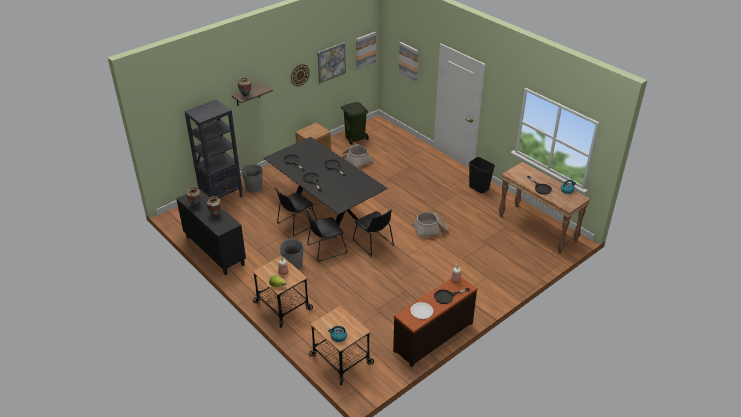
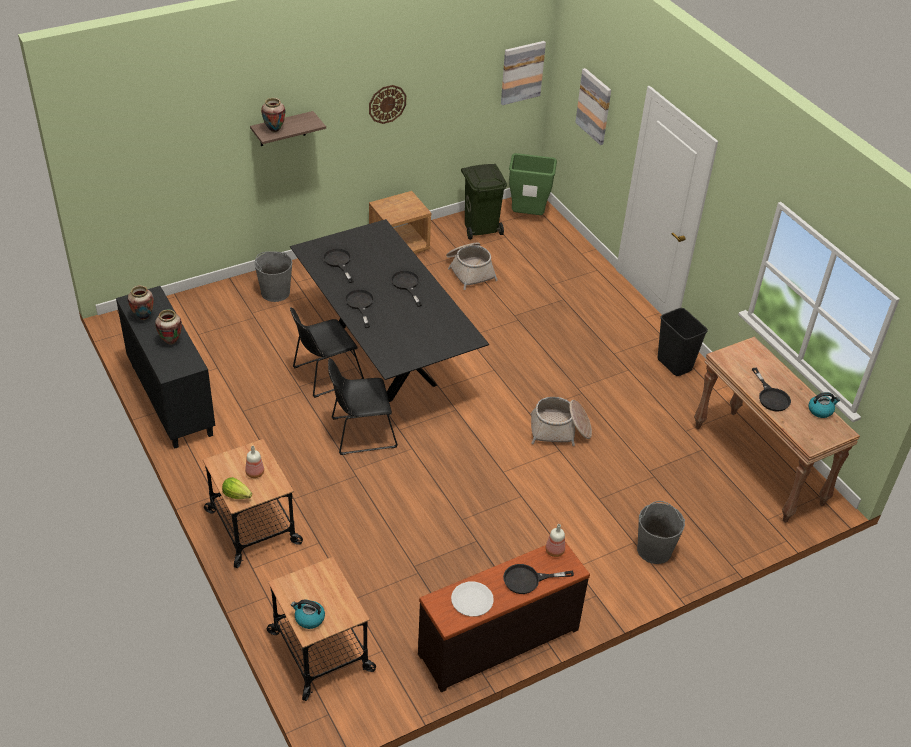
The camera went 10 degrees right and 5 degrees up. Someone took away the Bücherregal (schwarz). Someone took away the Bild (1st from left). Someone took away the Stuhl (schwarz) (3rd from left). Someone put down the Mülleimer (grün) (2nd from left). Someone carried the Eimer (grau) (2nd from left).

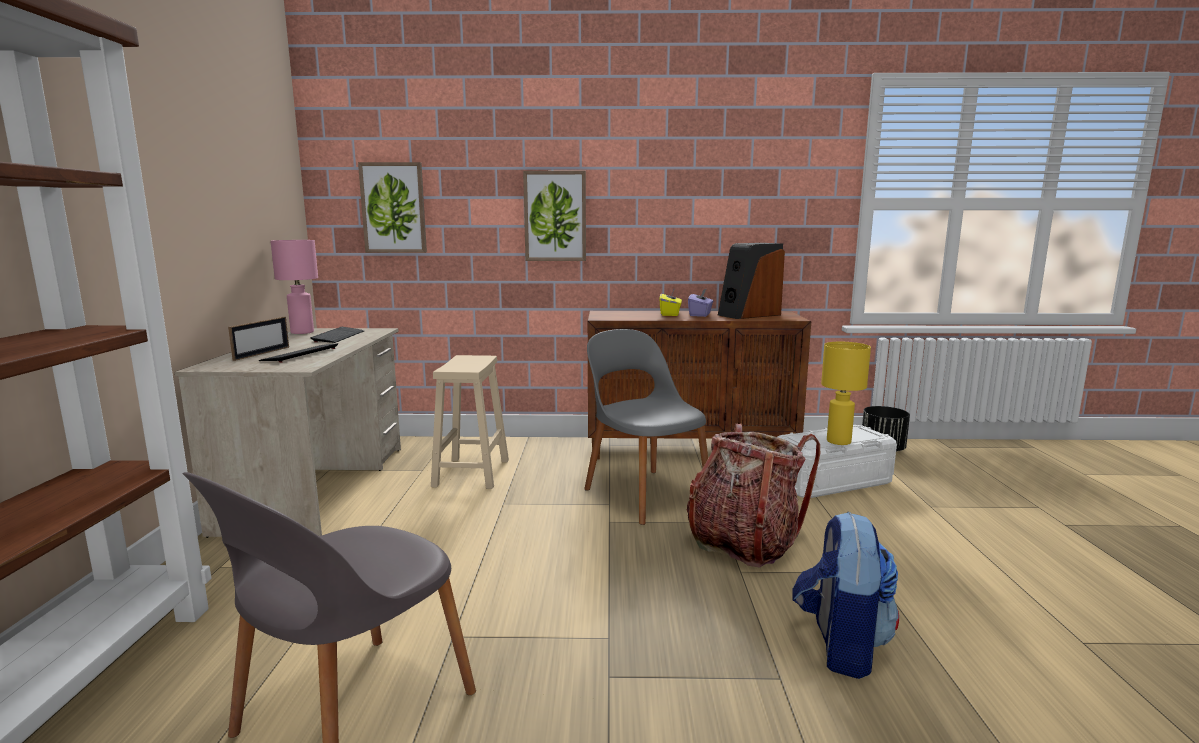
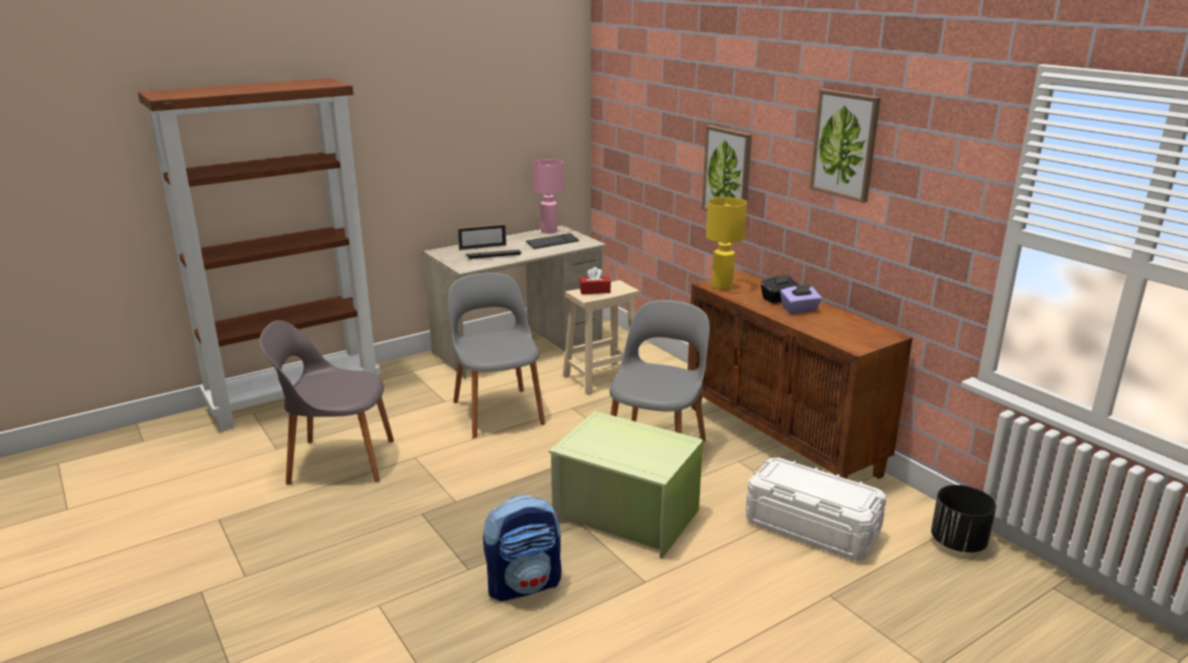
The camera went 55 degrees right and 10 degrees up. Someone took away the Lautsprecher. Someone put down the Stuhl (grau) (2nd from left). Someone put down the Taschentuchbox (rot). Someone carried the Bild (1st from left in the first image). Someone carried the Tischlampe (gelb). Someone swapped the Rucksack (1st from left) for the Aufbewahrungsbox (grün). Someone repainted the Taschentuchbox (gelb), which became the Taschentuchbox (schwarz).

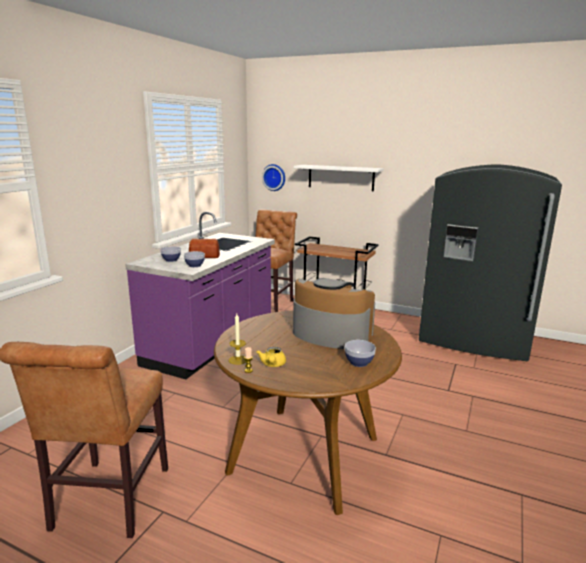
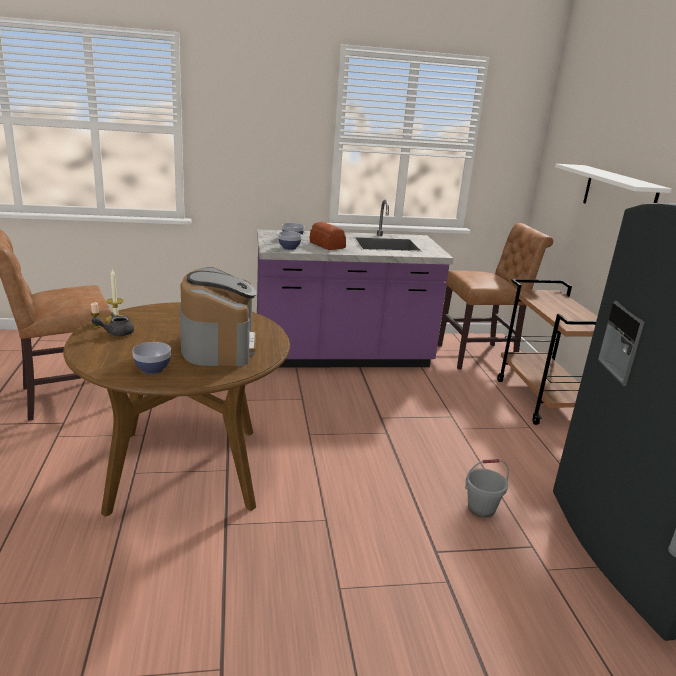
The camera went 55 degrees right and 5 degrees up. Someone took away the Wanduhr. Someone put down the Eimer (grau). Someone repainted the Teekanne (gelb), which became the Teekanne (grau).

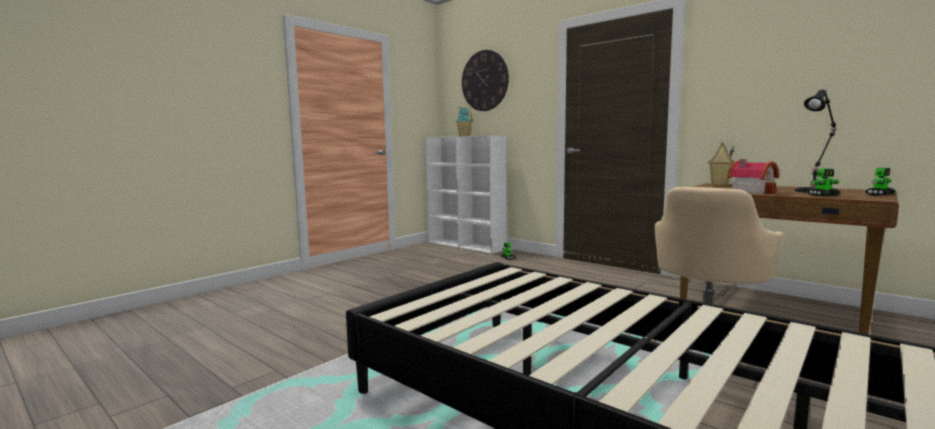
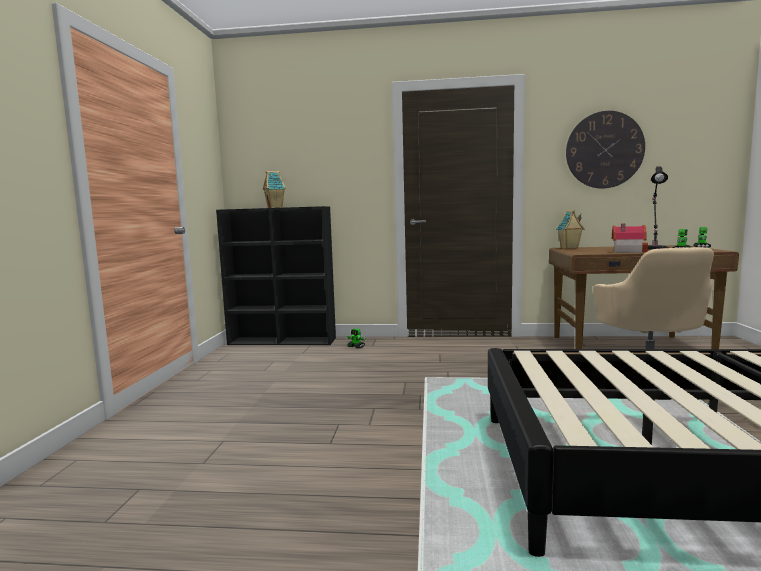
The camera went 35 degrees left and 0 degrees up. Someone carried the Wanduhr. Someone repainted the Bücherregal (weiß), which became the Bücherregal (schwarz).

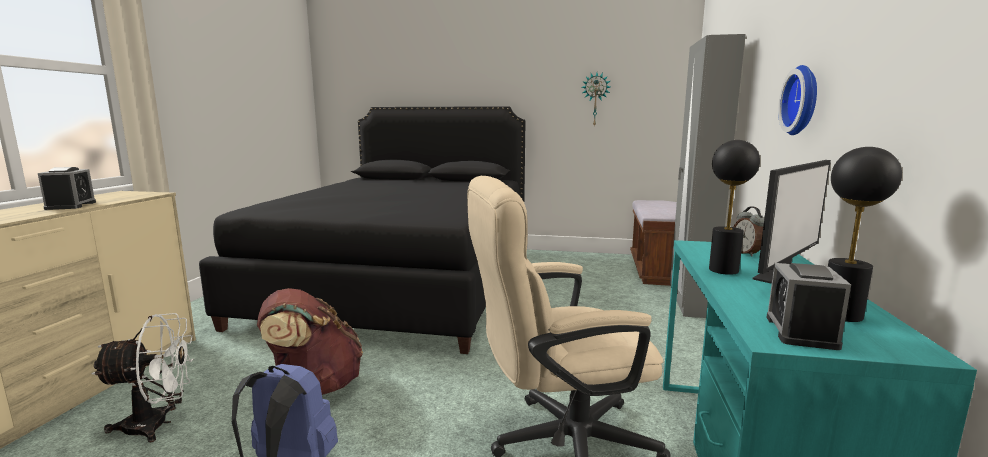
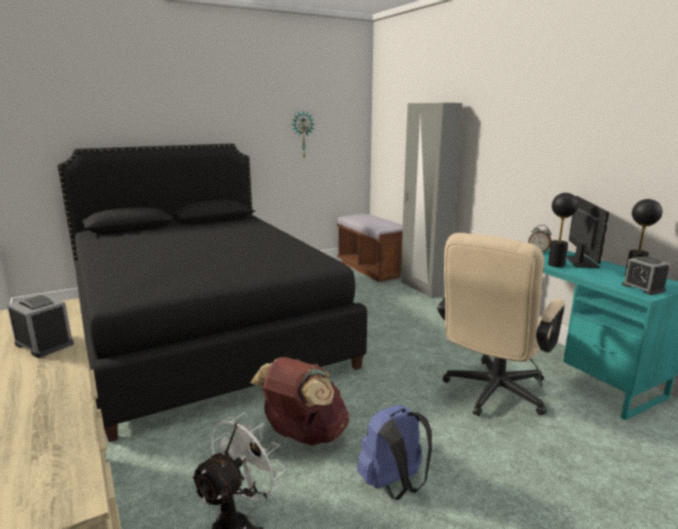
The camera went 40 degrees left and 5 degrees up. Someone took away the Wanduhr (2nd from left).

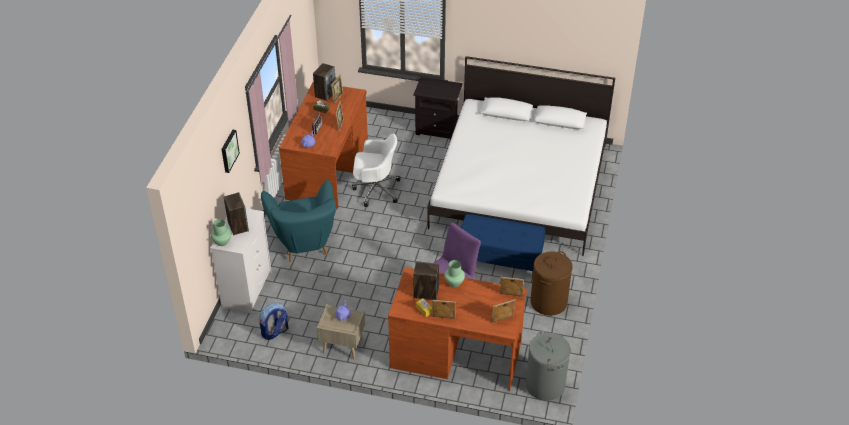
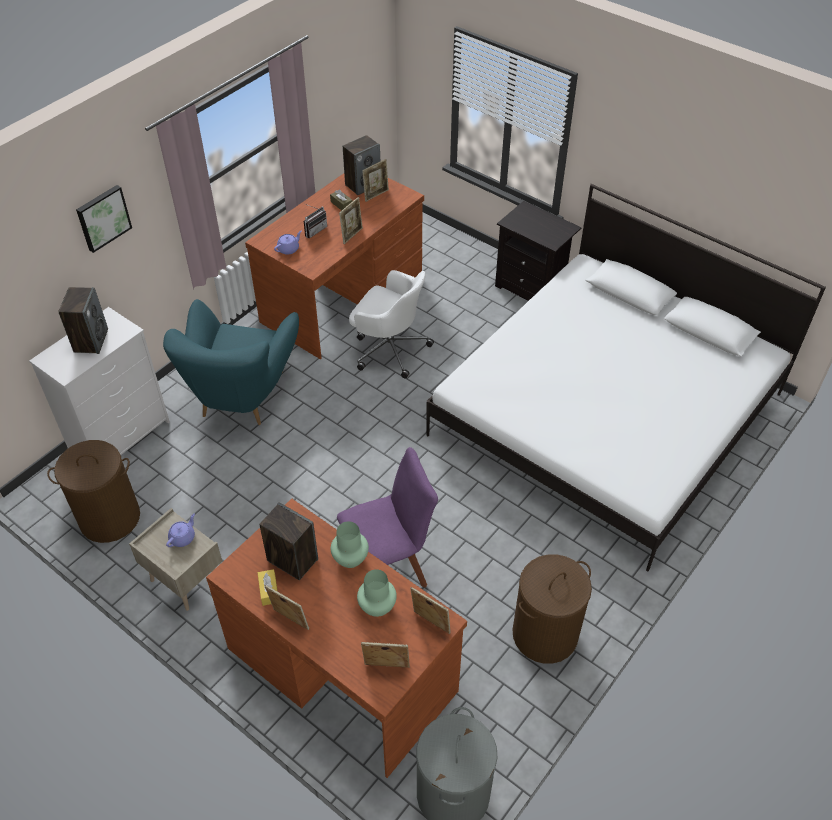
The camera went 25 degrees right and 5 degrees up. Someone took away the Bank (blau). Someone carried the Vase (grün) (1st from left in the first image). Someone swapped the Rucksack for the Wäschekorb (braun) (1st from left).

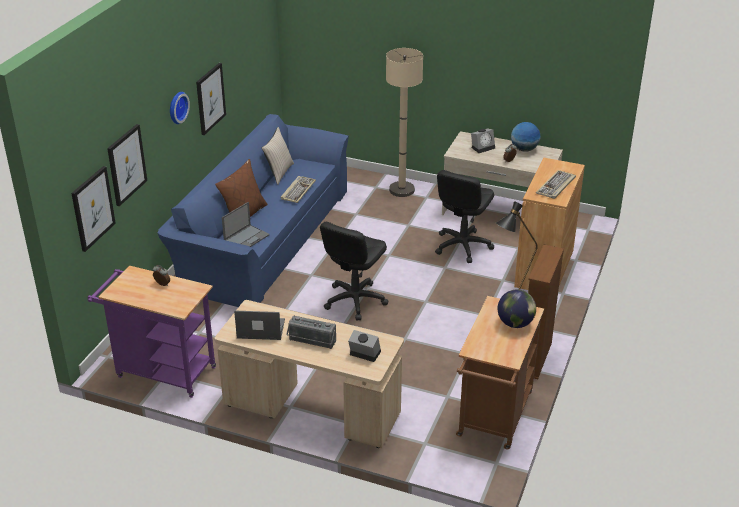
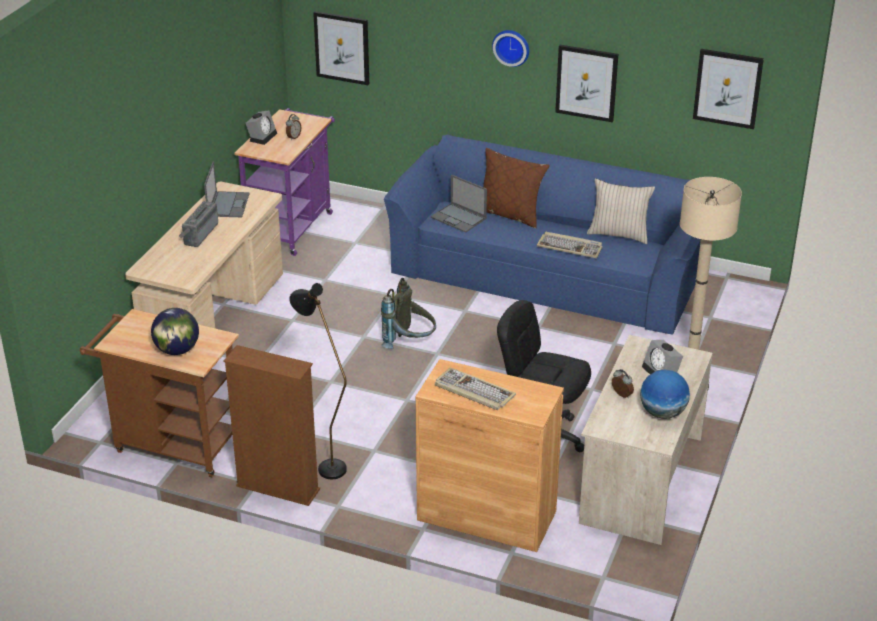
The camera went 90 degrees right and 0 degrees up. Someone carried the Bild (2nd from left in the first image). Someone carried the Wecker (2nd from left in the first image). Someone swapped the Bürostuhl (schwarz) (1st from left) for the Rucksack (grau).

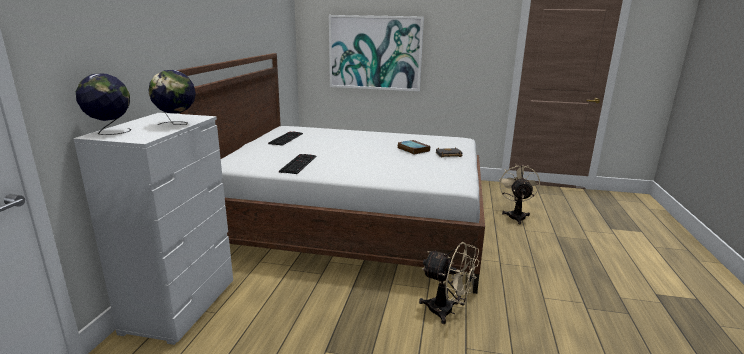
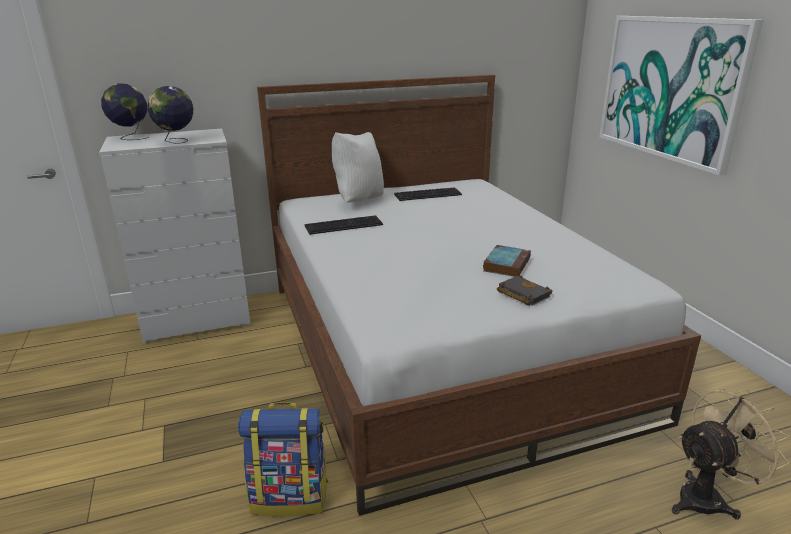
The camera went 60 degrees right and 5 degrees up. Someone put down the Kissen (weiß). Someone swapped the Ventilator (beige) (1st from left) for the Rucksack.

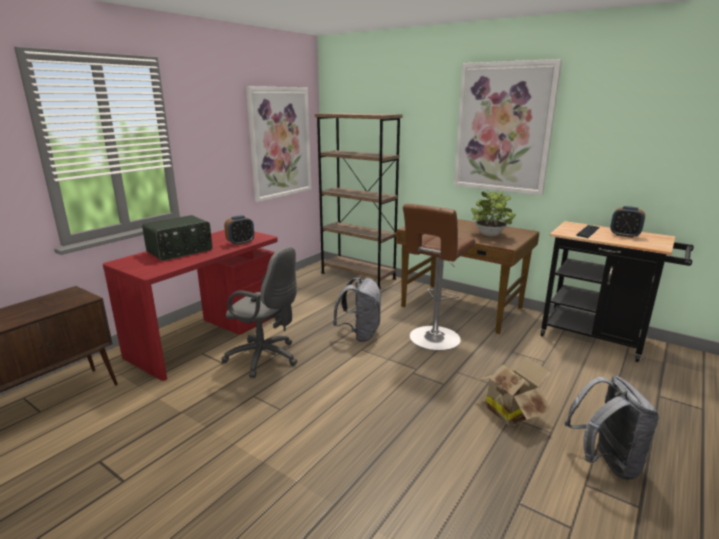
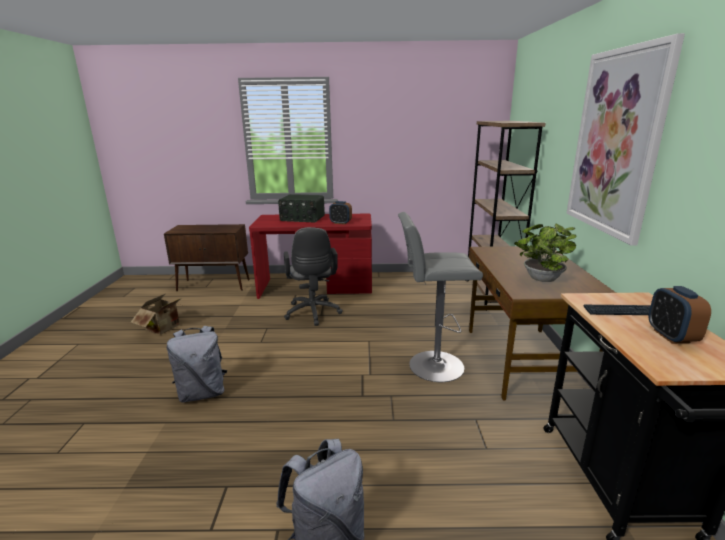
The camera went 55 degrees right and 0 degrees up. Someone took away the Bild (1st from left). Someone carried the Rucksack (grau) (1st from left). Someone carried the Karton. Someone repainted the Hocker (braun), which became the Hocker (grau).

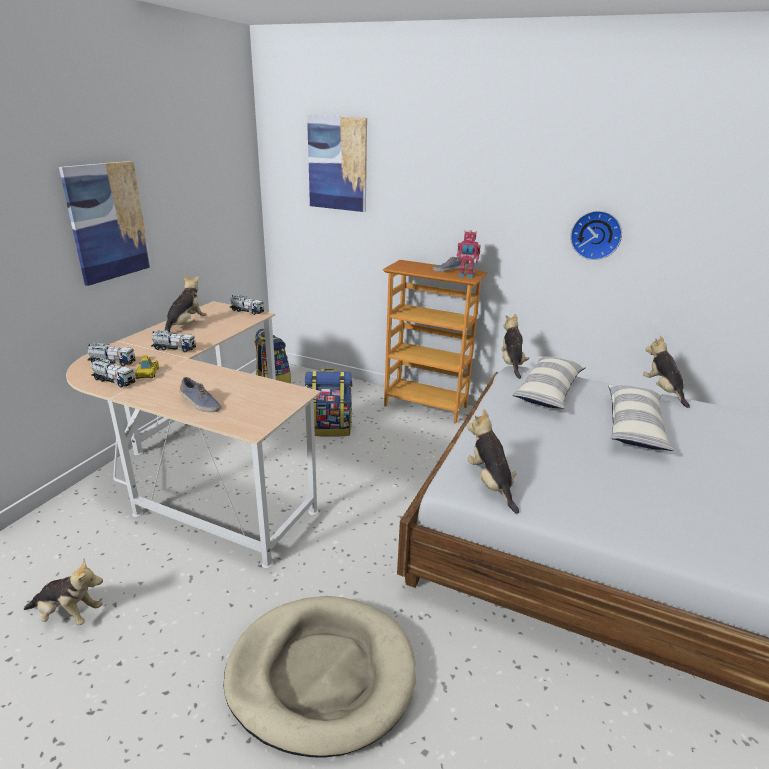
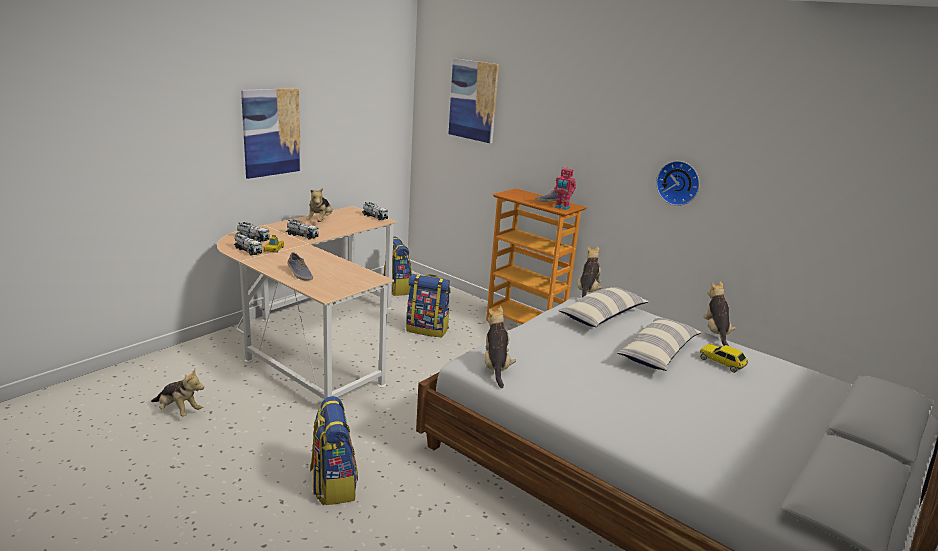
The camera went 15 degrees right and 5 degrees down. Someone put down the Spielzeugauto (2nd from left). Someone swapped the Hundebett (beige) for the Rucksack (1st from left). Someone rotated the Plüschtier (2nd from left) by 150 degrees clockwise.

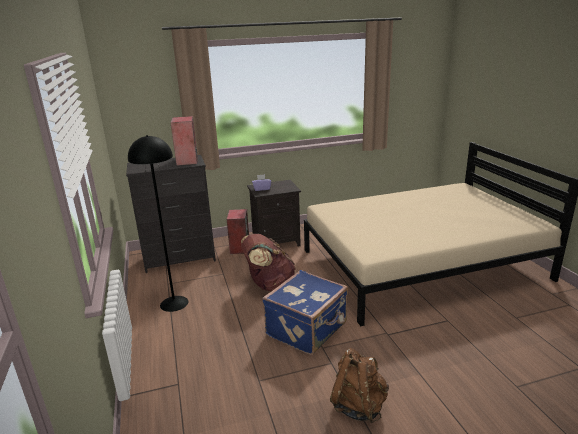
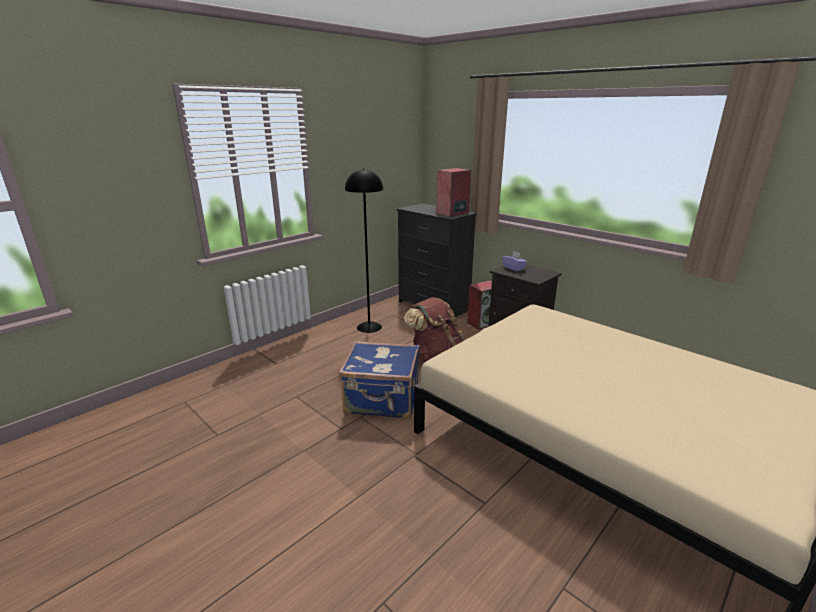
The camera went 60 degrees right and 0 degrees up. Someone took away the Rucksack (braun) (2nd from left).

